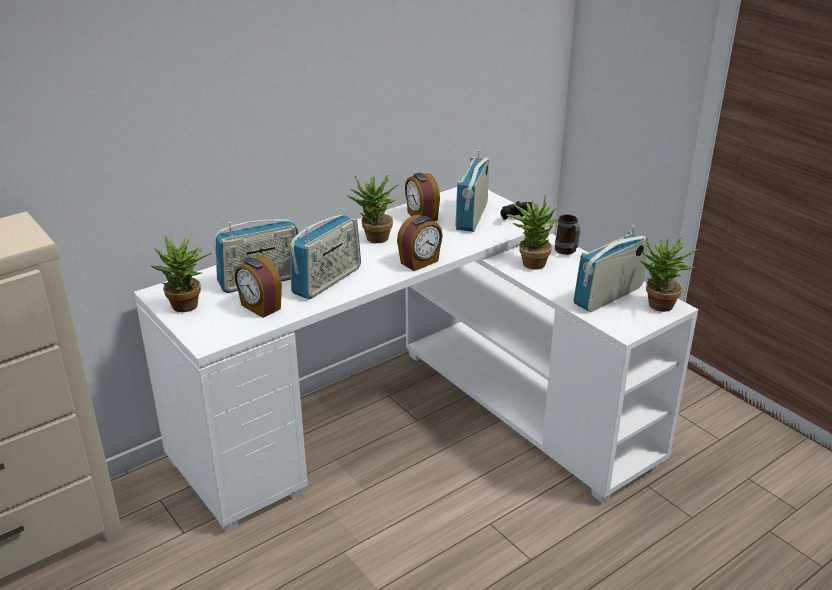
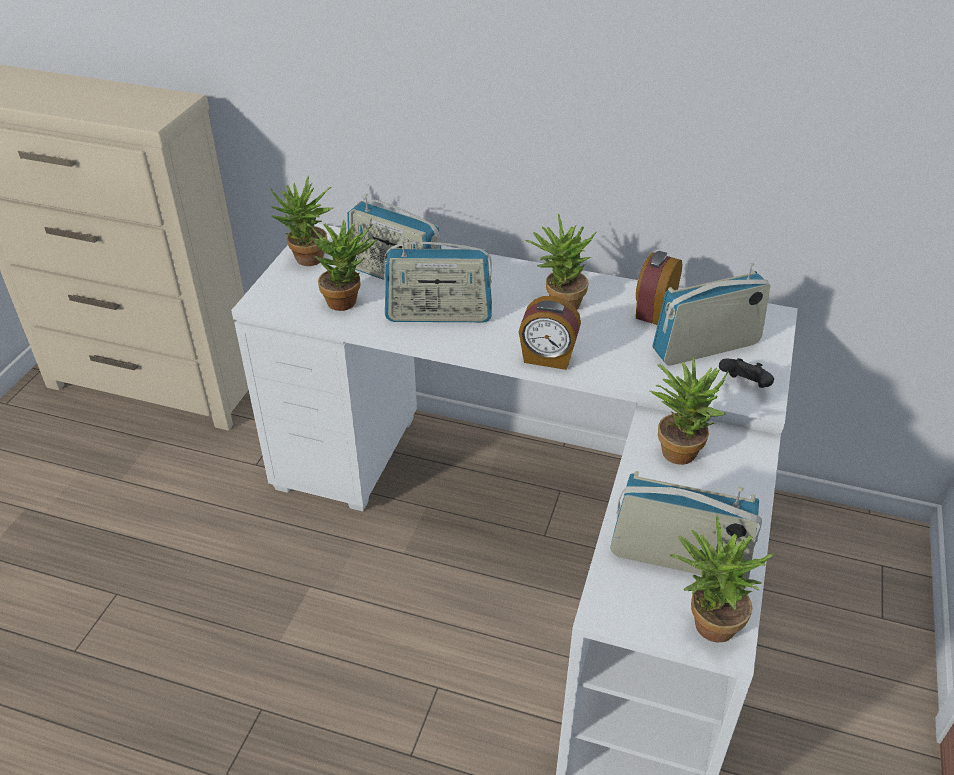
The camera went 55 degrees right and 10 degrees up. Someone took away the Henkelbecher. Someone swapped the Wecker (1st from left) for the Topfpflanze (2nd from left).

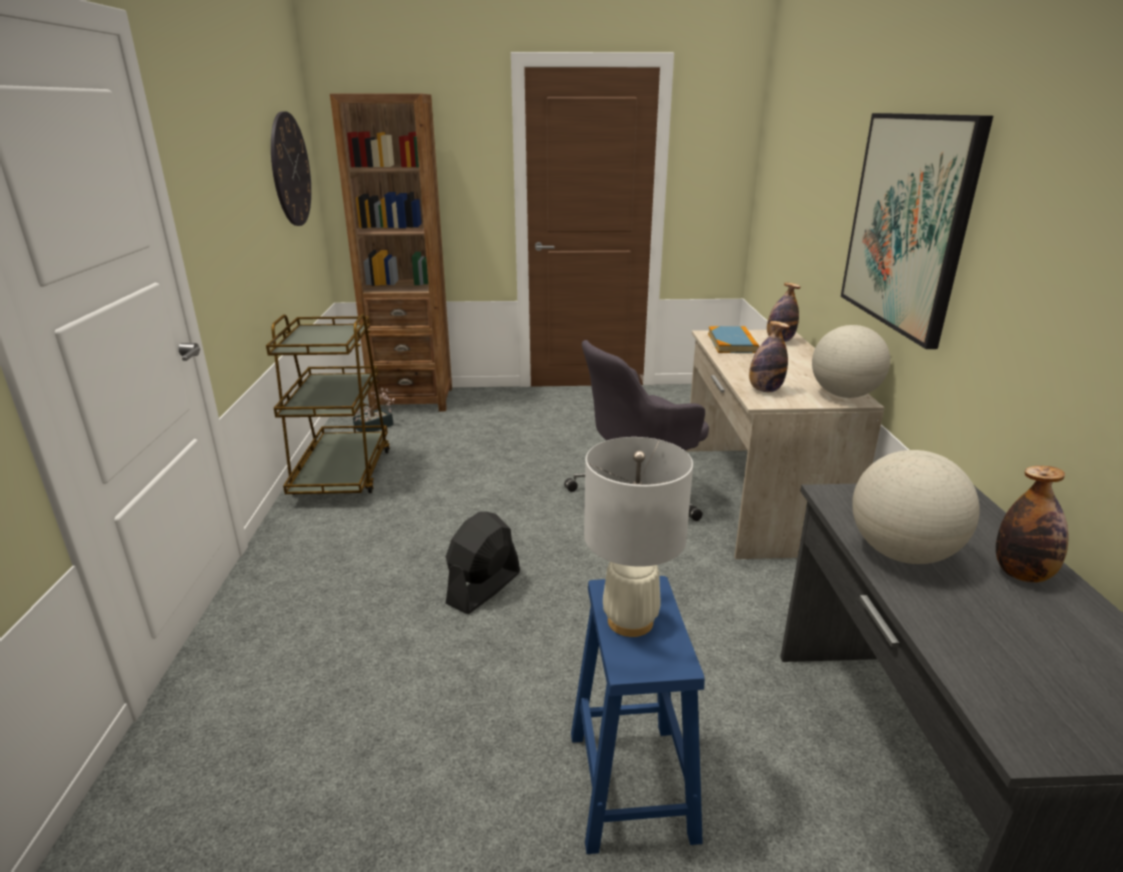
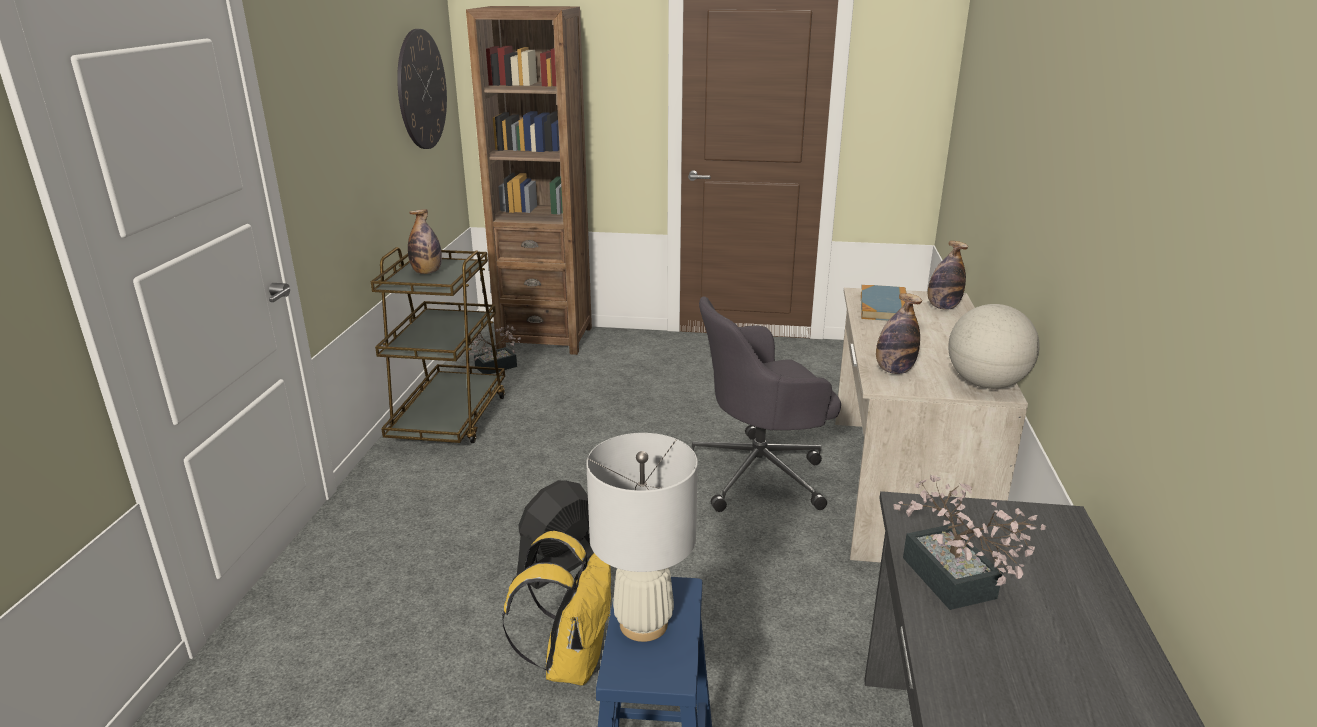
The camera went 10 degrees right and 0 degrees up. Someone took away the Bild. Someone put down the Rucksack (gelb). Someone carried the Flasche (3rd from left in the first image). Someone swapped the Globus (2nd from left) for the Topfpflanze (2nd from left).

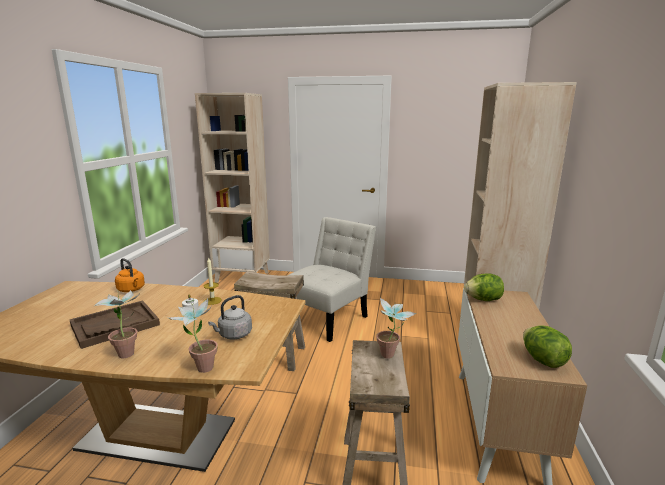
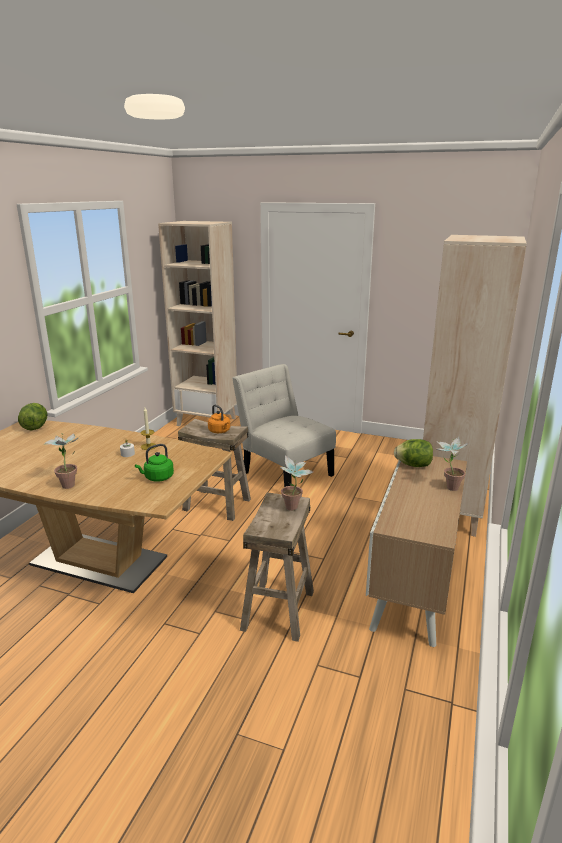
The camera went 10 degrees right and 5 degrees up. Someone took away the Tablett (braun). Someone carried the Wasserkessel (orange). Someone carried the Topfpflanze (2nd from left in the first image). Someone carried the Salatkopf (2nd from left in the first image). Someone repainted the Wasserkessel (grau), which became the Wasserkessel (grün). Someone rotated the Stuhl (weiß) by 90 degrees counterclockwise.

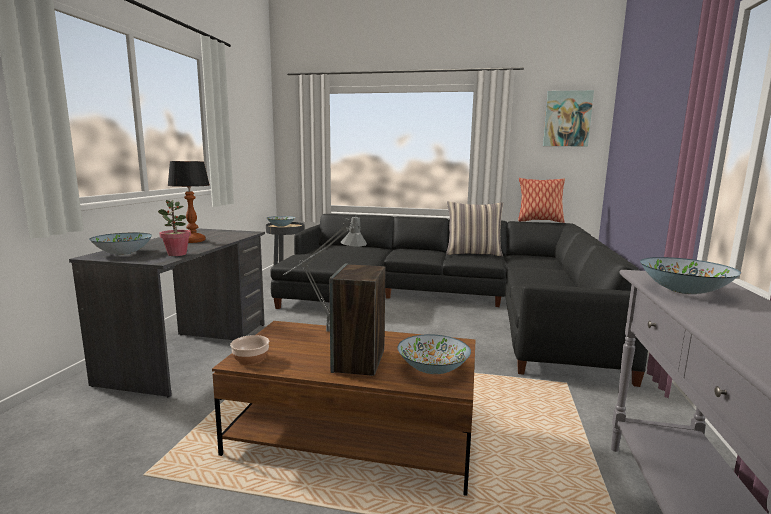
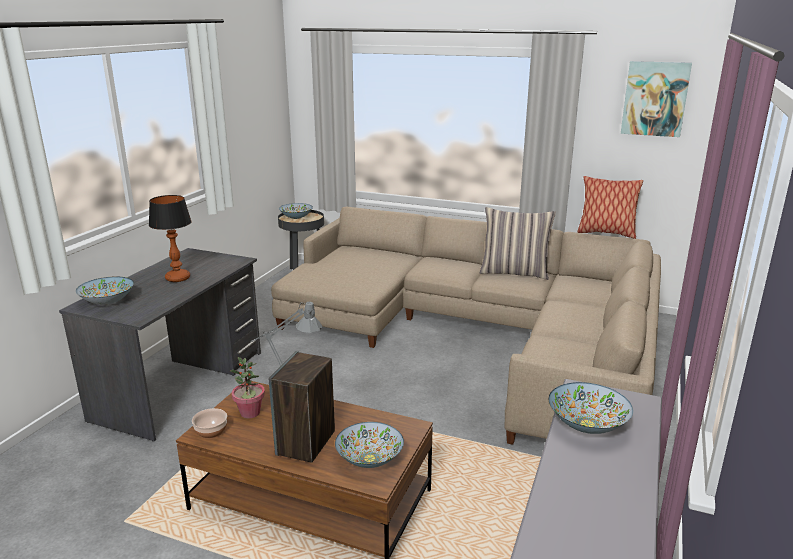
The camera went 10 degrees right and 10 degrees up. Someone carried the Topfpflanze. Someone repainted the Sofa (schwarz), which became the Sofa (beige).

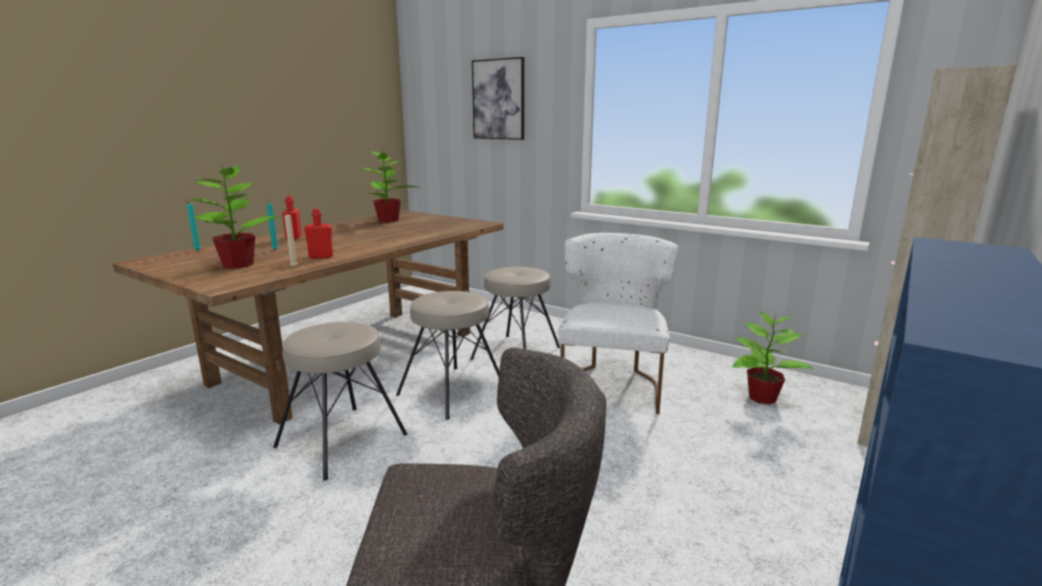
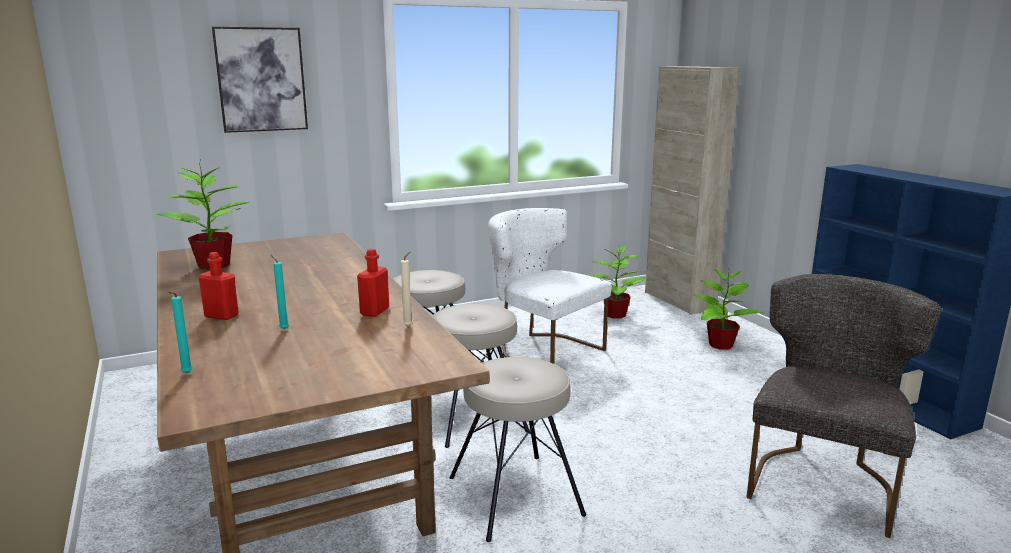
The camera went 60 degrees left and 0 degrees up. Someone carried the Topfpflanze (1st from left in the first image).

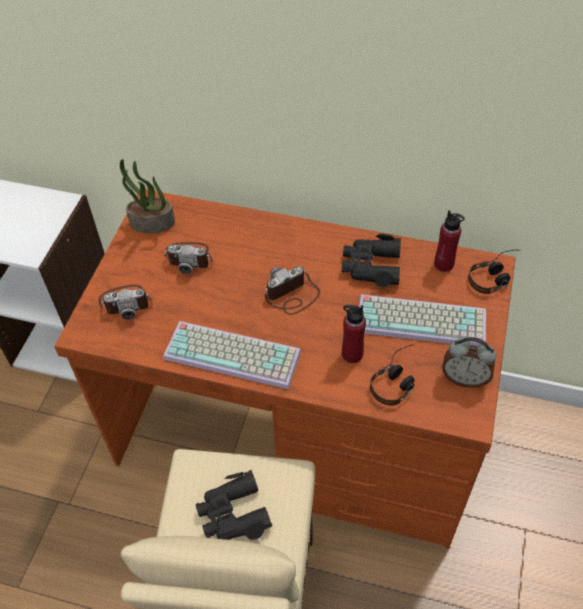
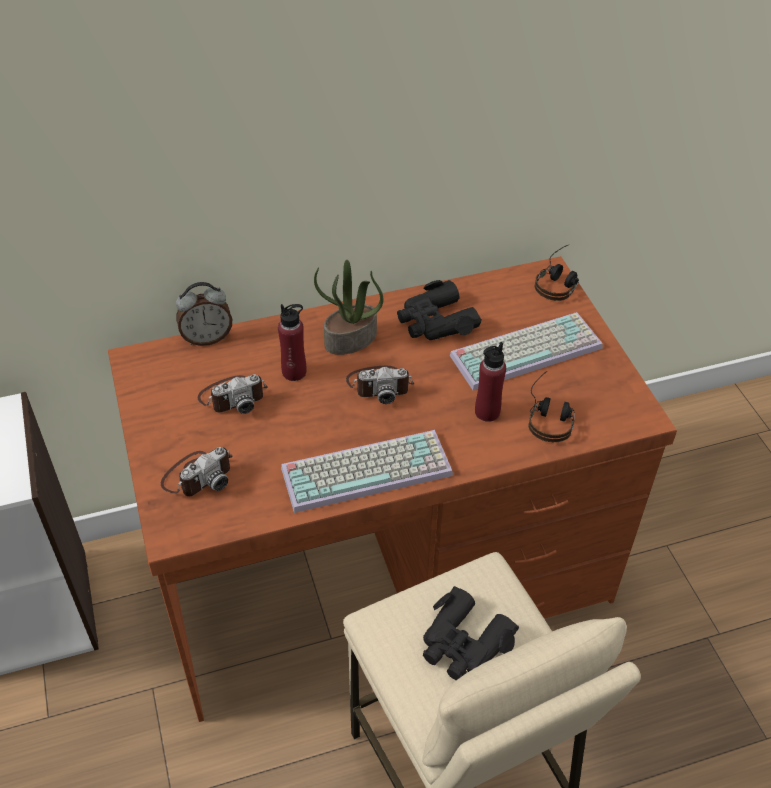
The camera went 35 degrees left and 5 degrees down. Someone carried the Topfpflanze. Someone carried the Flasche (rot) (2nd from left in the first image). Someone carried the Wecker. Someone rotated the Kamera (3rd from left) by 120 degrees counterclockwise.

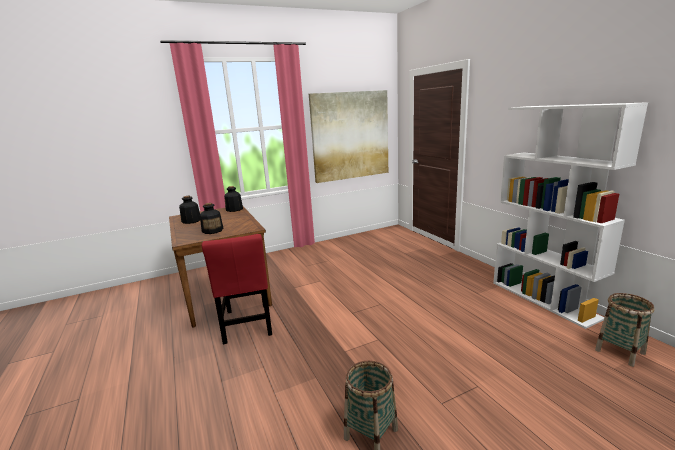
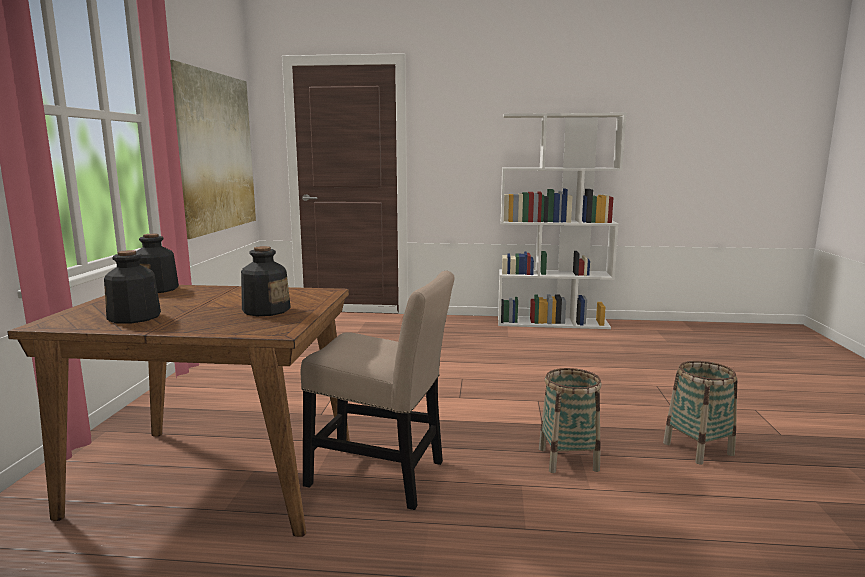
The camera went 60 degrees left and 5 degrees down. Someone carried the Korb (2nd from left in the first image). Someone repainted the Stuhl (rot), which became the Stuhl (beige).

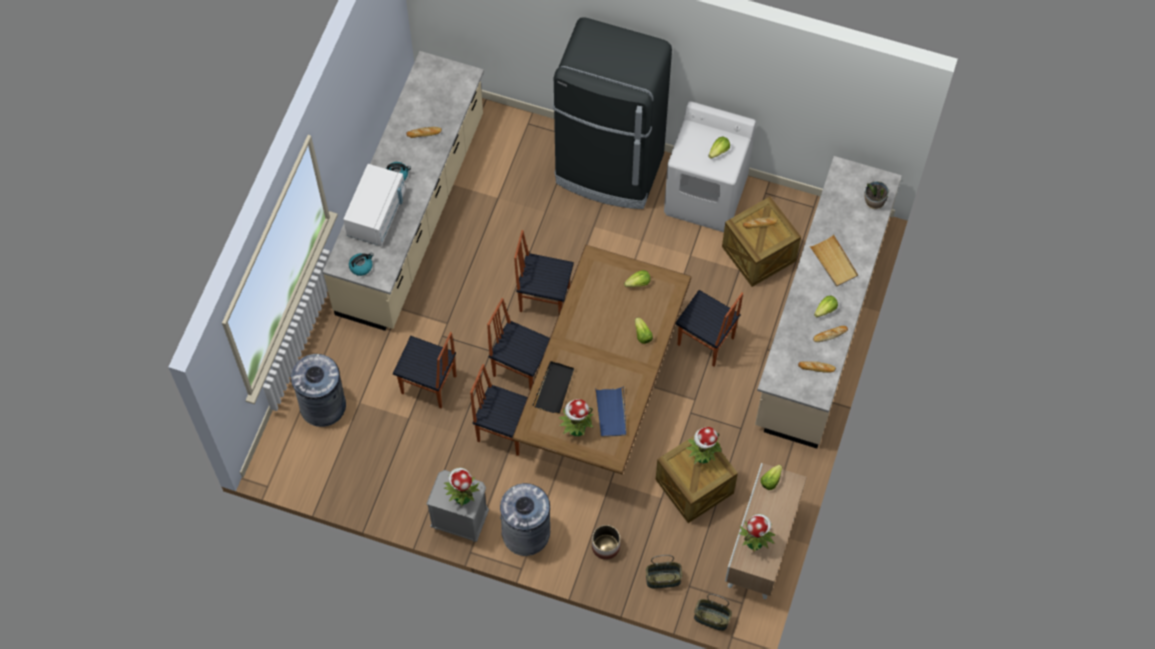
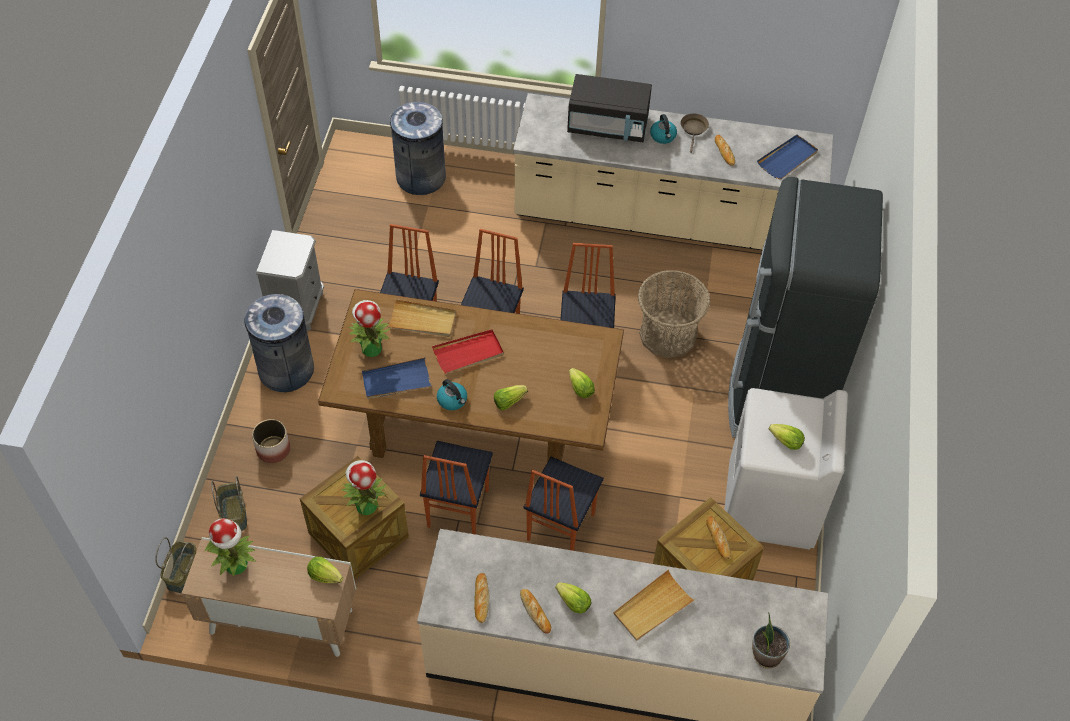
The camera went 80 degrees right and 10 degrees down. Someone took away the Topfpflanze (1st from left). Someone put down the Tablett (rot). Someone put down the Korb (3rd from left). Someone put down the Pfanne (braun). Someone put down the Tablett (blau) (2nd from left). Someone carried the Wasserkessel (1st from left). Someone carried the Stuhl (1st from left in the first image). Someone repainted the Mikrowelle (weiß), which became the Mikrowelle (schwarz). Someone repainted the Tablett (schwarz), which became the Tablett (beige) (1st from left).

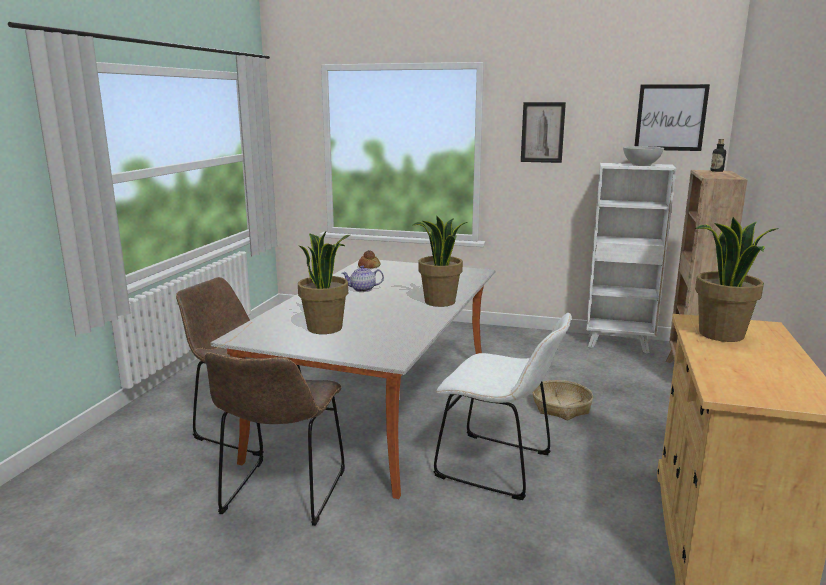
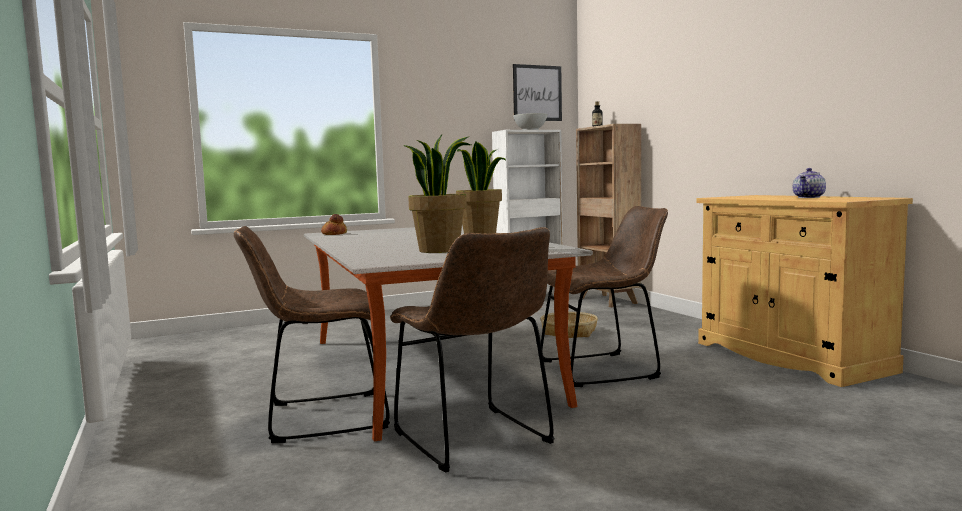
The camera went 40 degrees left and 10 degrees down. Someone took away the Bild (1st from left). Someone took away the Topfpflanze (3rd from left). Someone carried the Teekanne. Someone repainted the Stuhl (weiß), which became the Stuhl (braun) (3rd from left).

